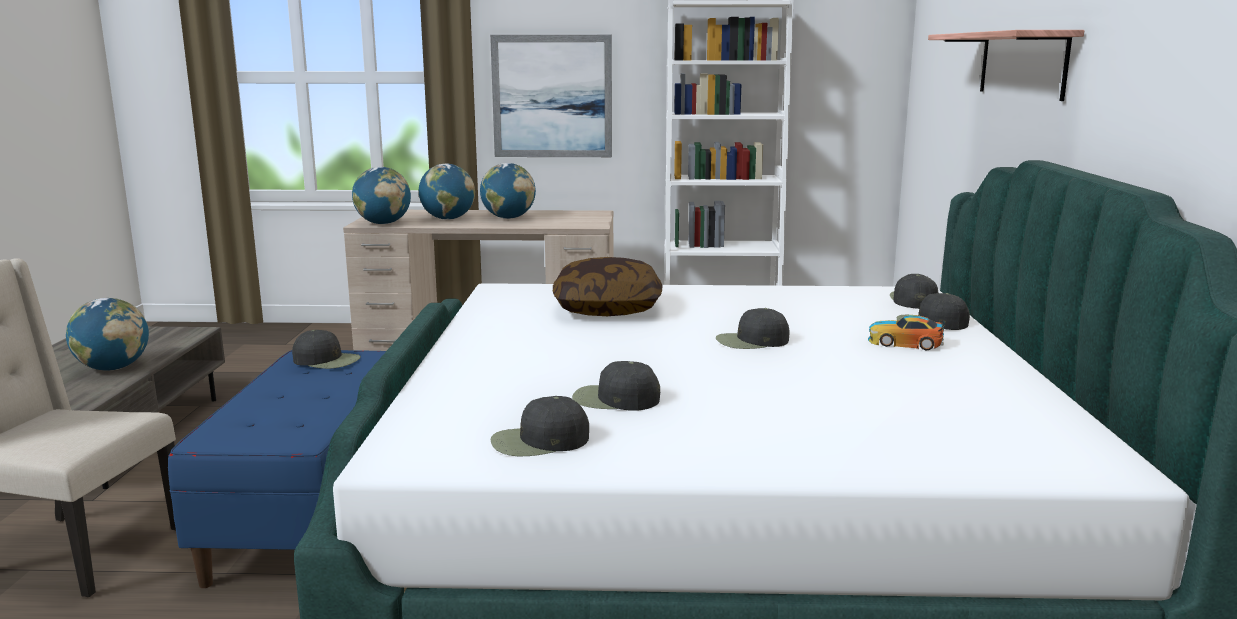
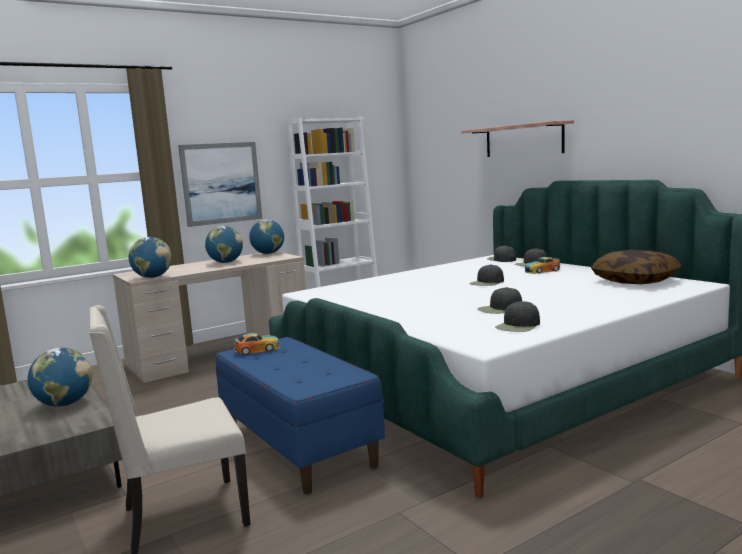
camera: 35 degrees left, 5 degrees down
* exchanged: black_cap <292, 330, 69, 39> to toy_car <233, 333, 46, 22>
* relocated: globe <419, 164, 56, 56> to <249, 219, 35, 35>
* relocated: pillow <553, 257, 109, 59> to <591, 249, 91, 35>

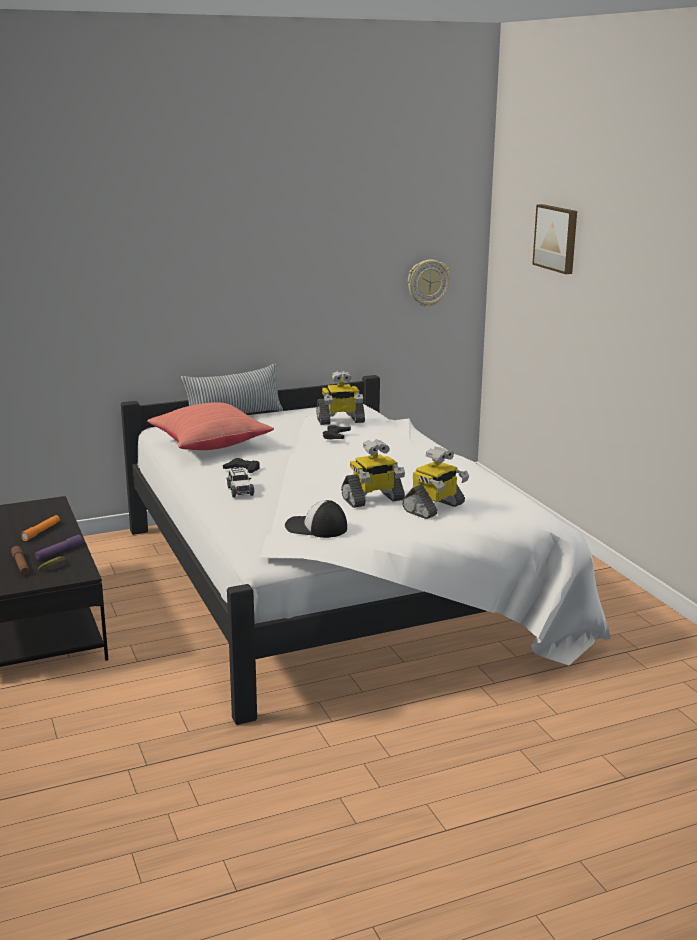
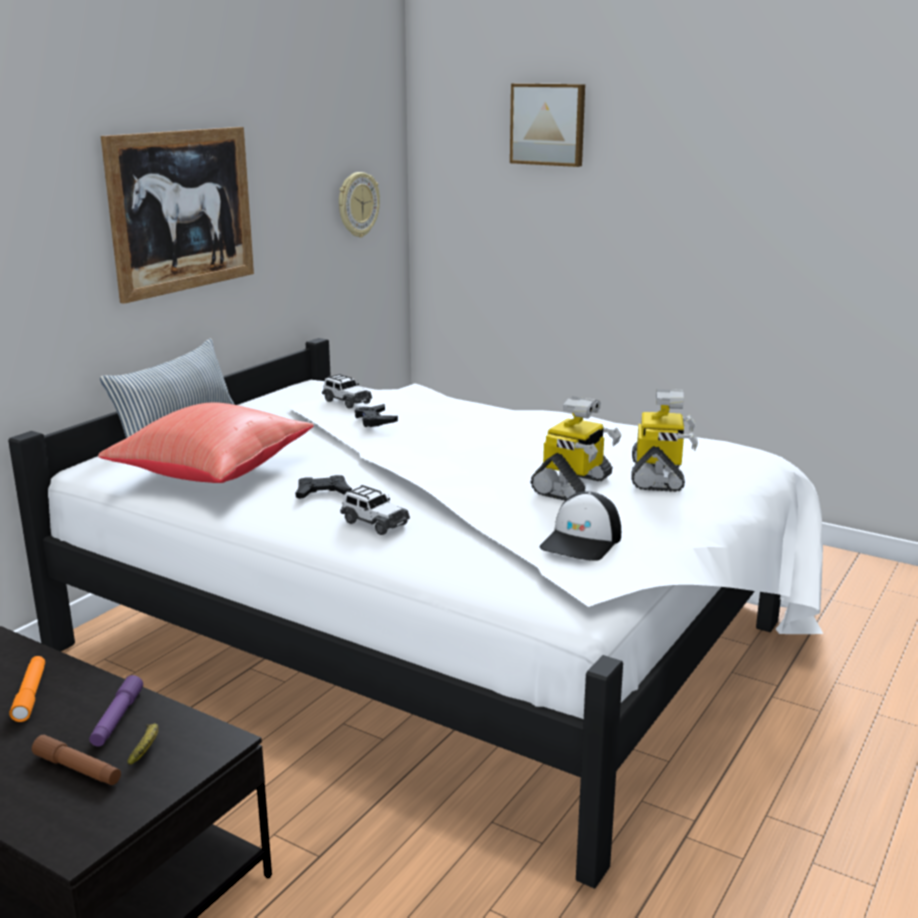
camera: 35 degrees left, 0 degrees up
* spun: cap <285, 500, 62, 38> = <539, 491, 82, 70> 45 degrees counterclockwise
* exchanged: toy_robot <316, 371, 49, 54> to toy_car <322, 374, 50, 35>
* appeared: picture <101, 127, 153, 177>

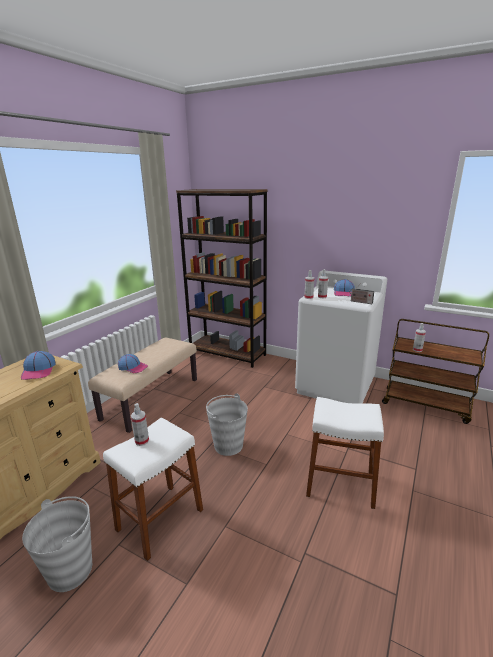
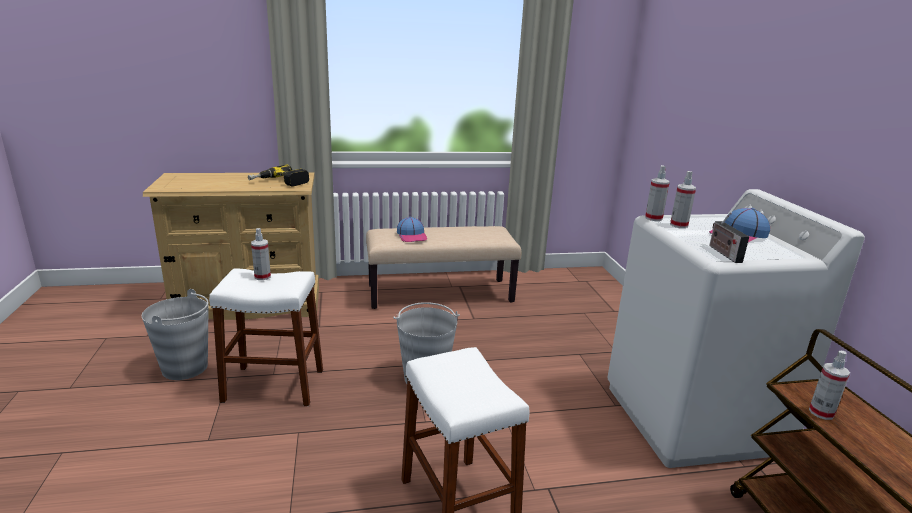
camera: 50 degrees right, 0 degrees up
* exchanged: cap <21, 351, 35, 29> to power_drill <248, 165, 61, 22>
* missing: brown_bookcase <176, 189, 92, 179>

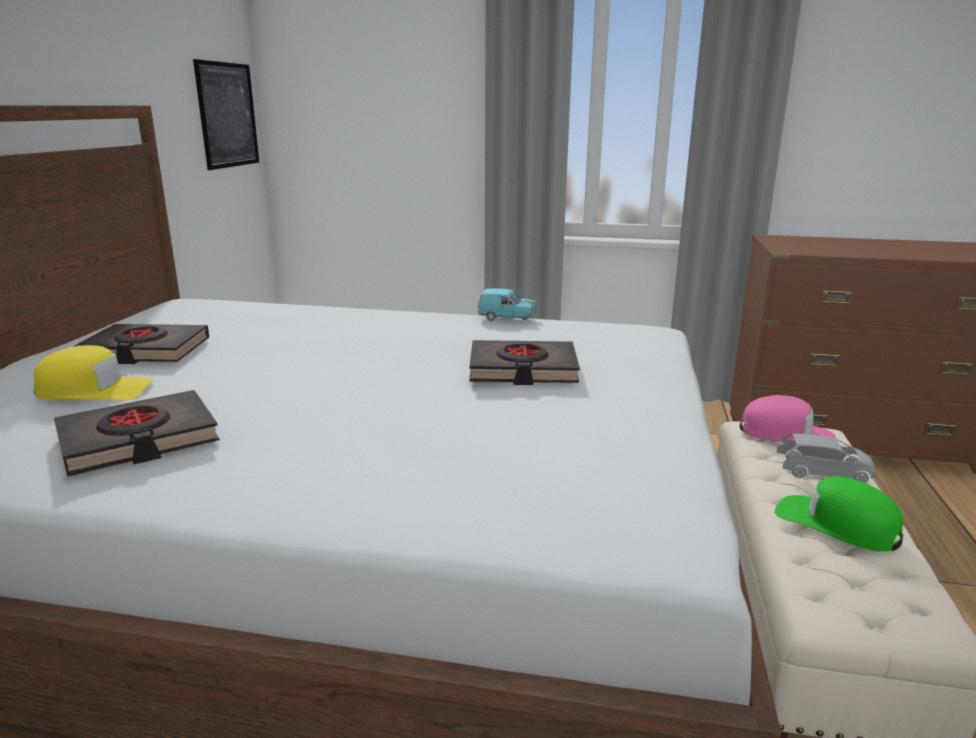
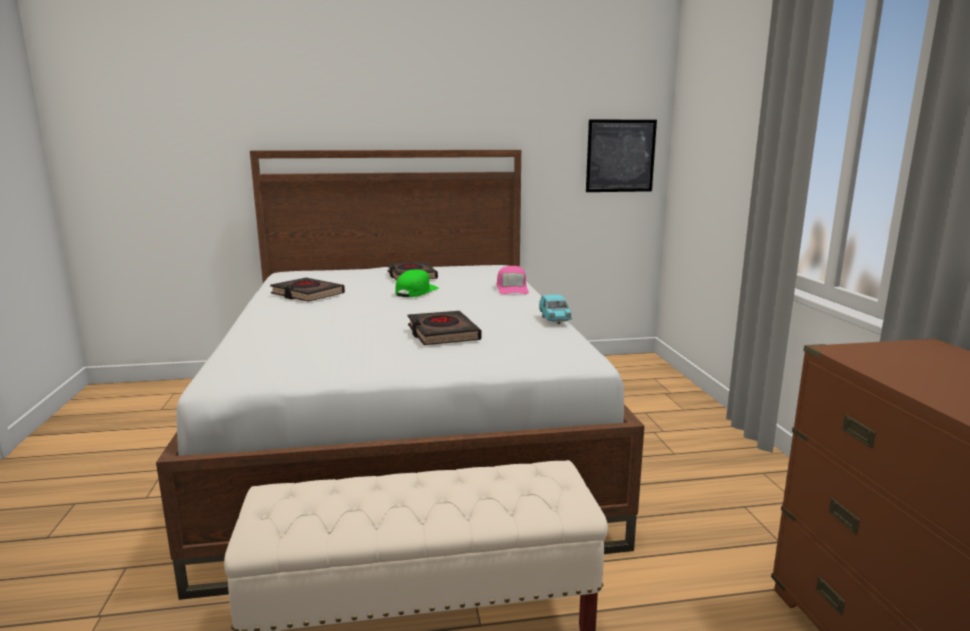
camera: 70 degrees right, 5 degrees down
* missing: yellow_cap <33, 345, 121, 55>
* relocated: pink_cap <739, 395, 97, 47> to <497, 266, 32, 28>
* relocated: green_cap <775, 476, 128, 76> to <395, 270, 44, 27>
* missing: grey_toy_car <777, 433, 98, 50>

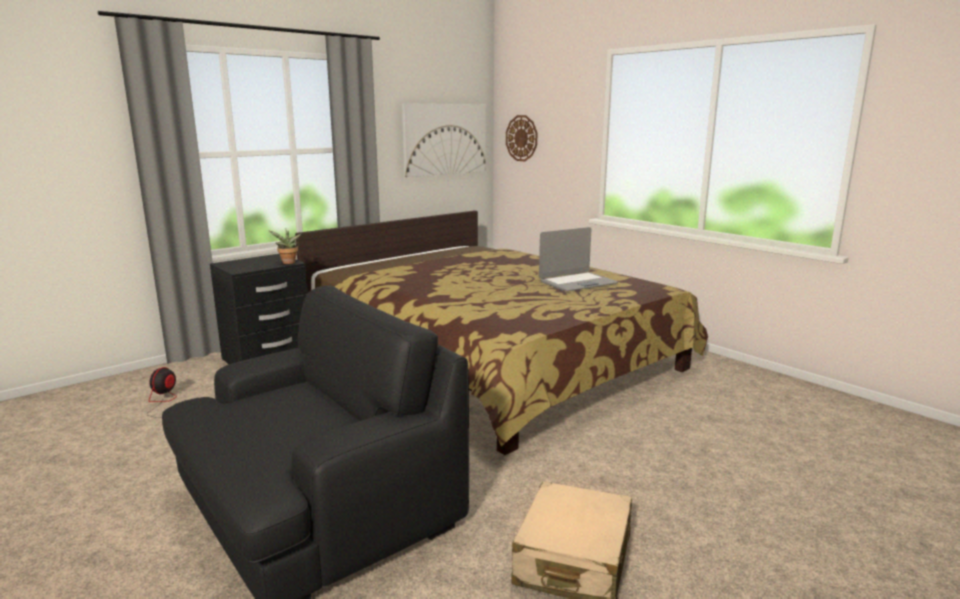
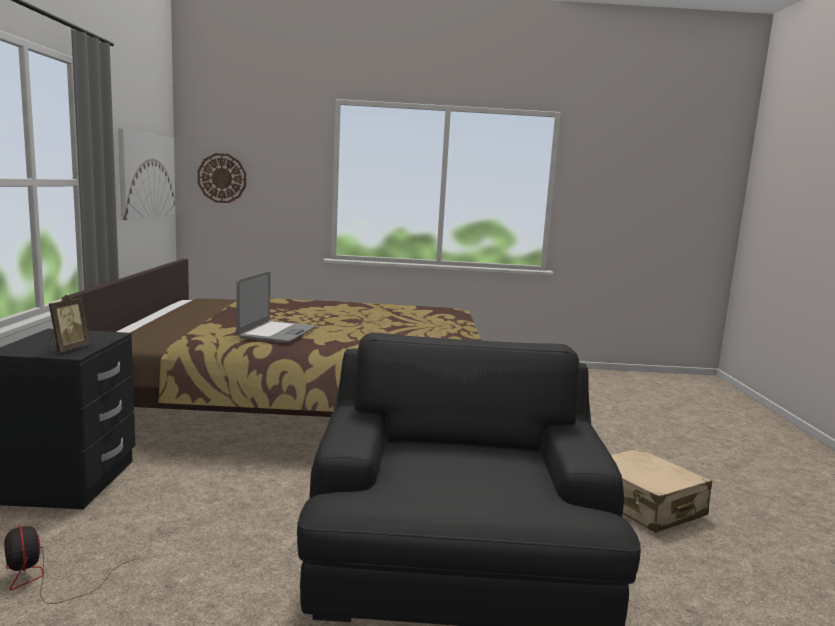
camera: 50 degrees left, 5 degrees down
* missing: potted_plant <269, 228, 32, 36>
* relocated: laptop <539, 227, 79, 64> to <236, 271, 80, 72>
* appeared: picture_frame <48, 295, 42, 58>

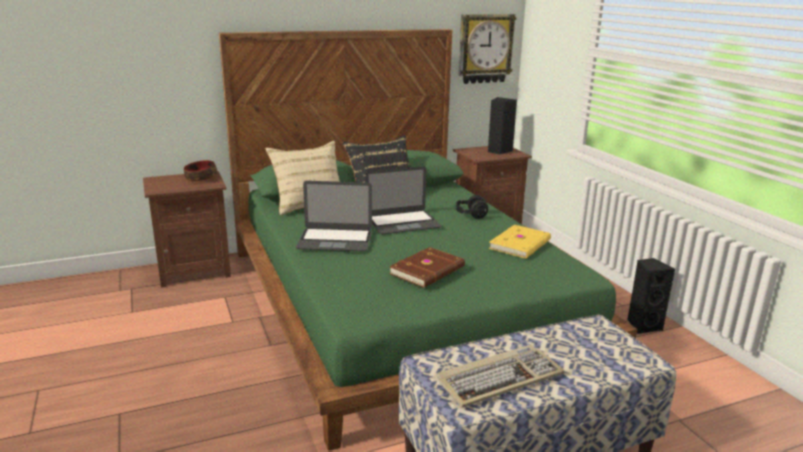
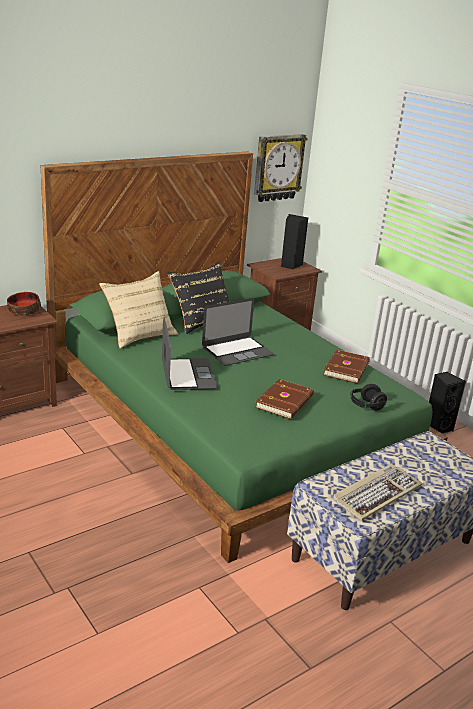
camera: 15 degrees left, 5 degrees up
* spun: laptop <296, 181, 76, 70> = <162, 318, 56, 72> 90 degrees counterclockwise
* relocated: black_headphones <455, 195, 33, 24> to <350, 384, 37, 27>
* colour: yellow_book <489, 225, 62, 34> to brown_book <323, 350, 47, 33>

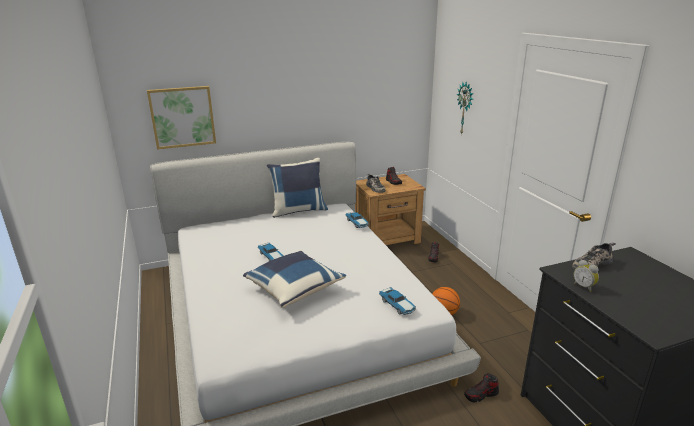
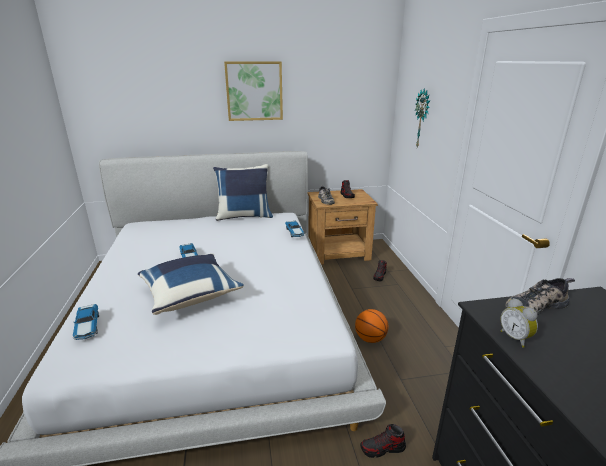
camera: 10 degrees right, 0 degrees up
* relocated: picture <147, 86, 69, 64> to <224, 61, 59, 60>
* relocated: toy_car <379, 287, 37, 28> to <73, 304, 26, 36>

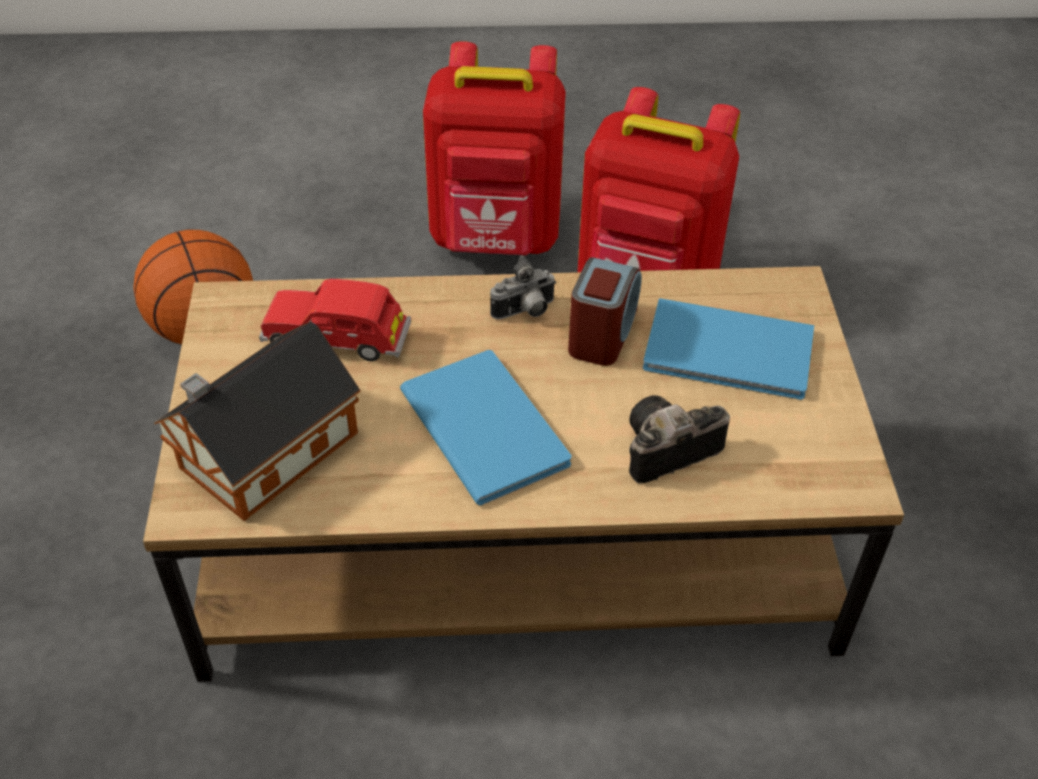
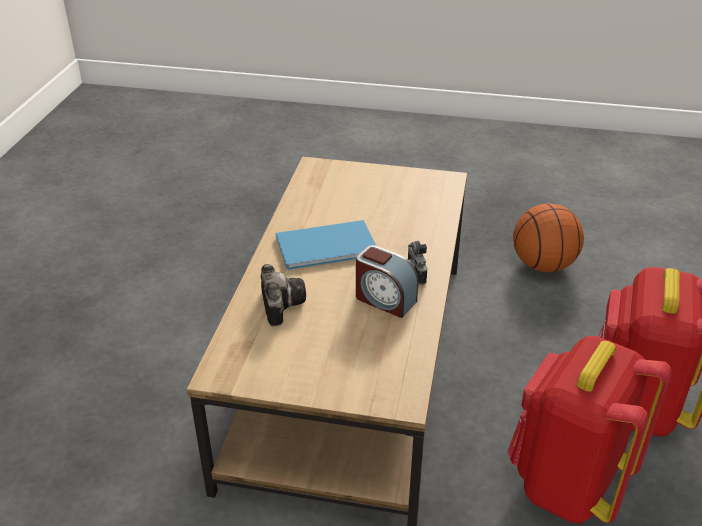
camera: 105 degrees right, 10 degrees down
* missing: toy_house <154, 321, 207, 200>
* missing: red_toy_car <259, 279, 152, 82>
* missing: blue_book <642, 298, 172, 102>

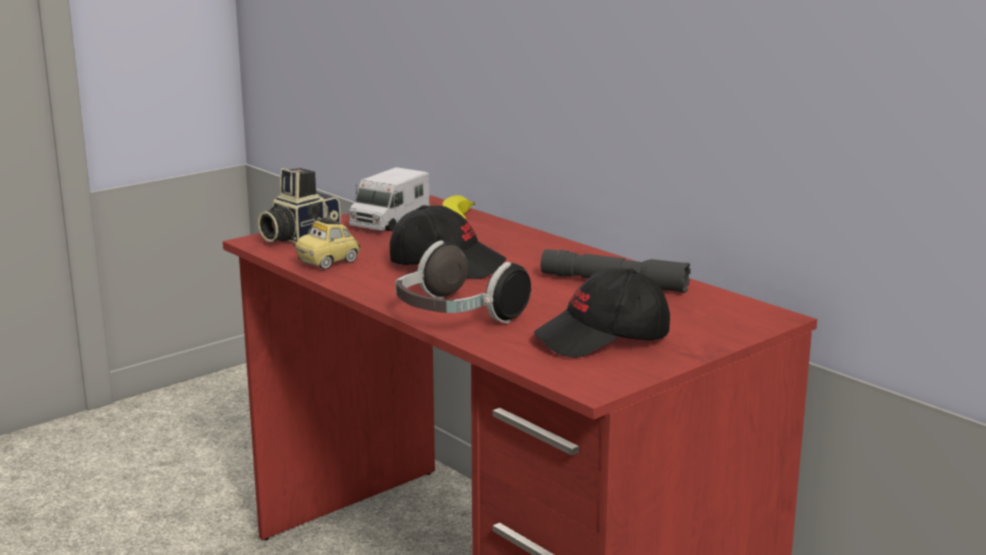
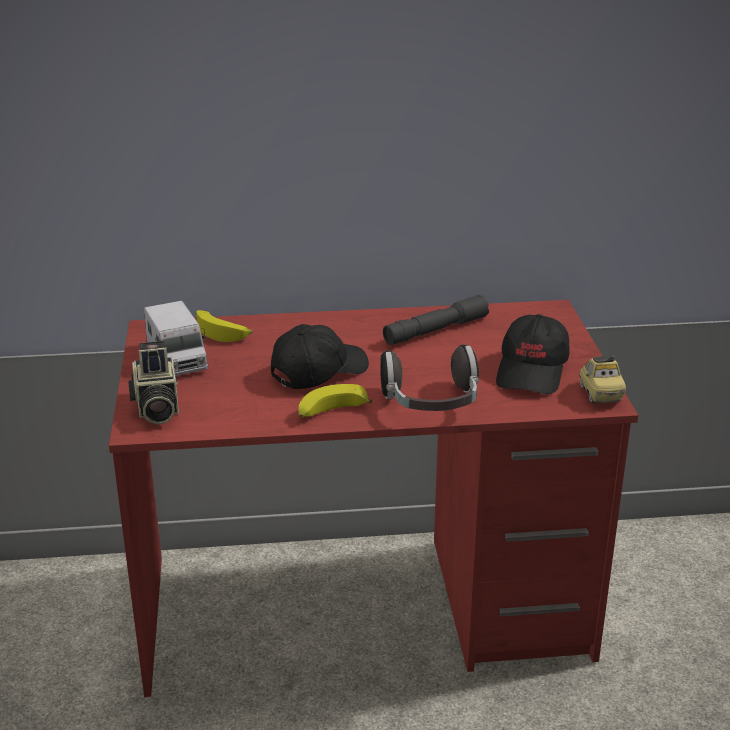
camera: 55 degrees left, 10 degrees up
* relocated: toy_car <295, 217, 66, 53> to <579, 355, 47, 48>
* appeared: banana <298, 384, 74, 34>

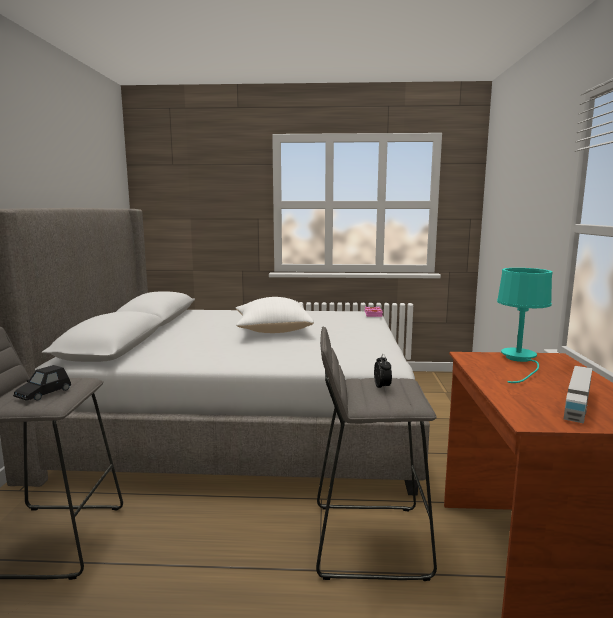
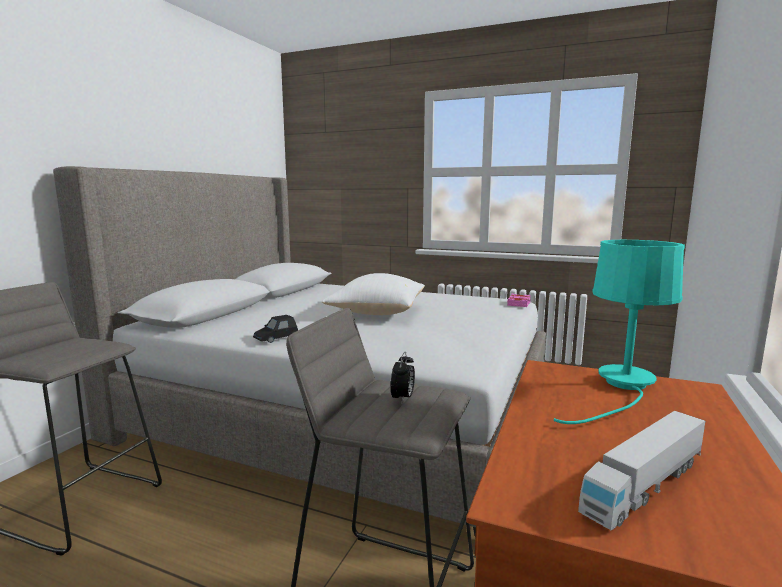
camera: 20 degrees right, 0 degrees up
* relocated: black_toy_car <13, 365, 58, 36> to <253, 315, 45, 28>

